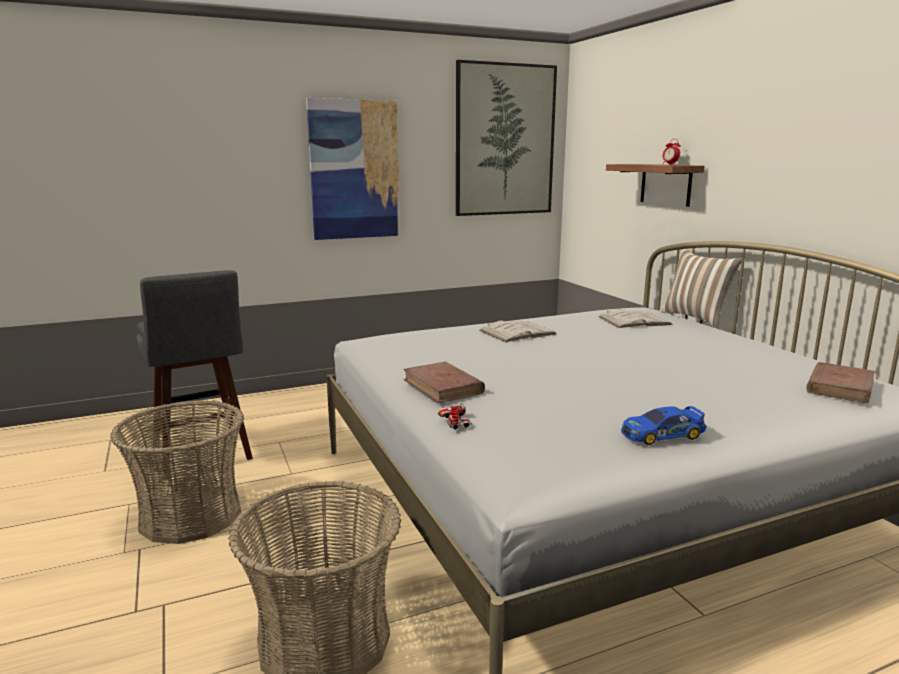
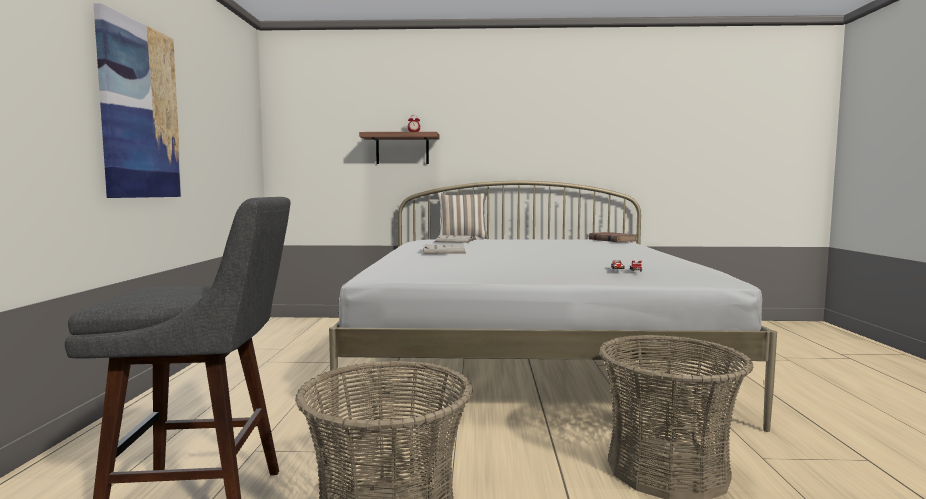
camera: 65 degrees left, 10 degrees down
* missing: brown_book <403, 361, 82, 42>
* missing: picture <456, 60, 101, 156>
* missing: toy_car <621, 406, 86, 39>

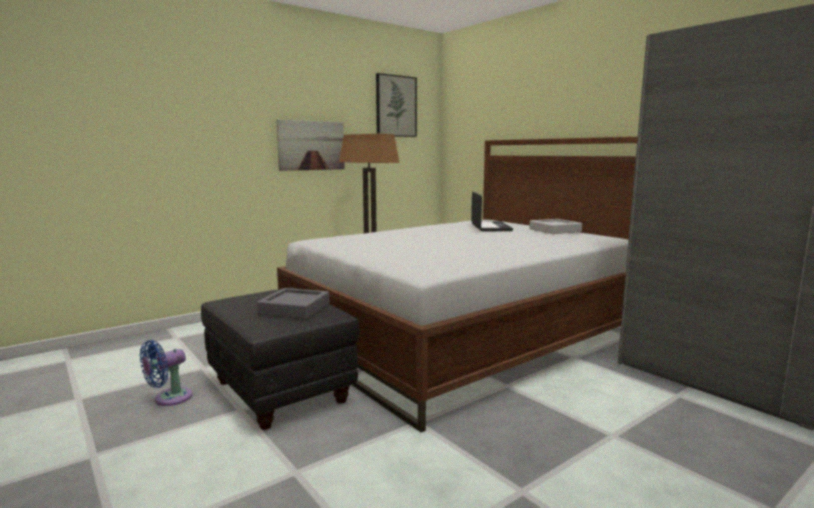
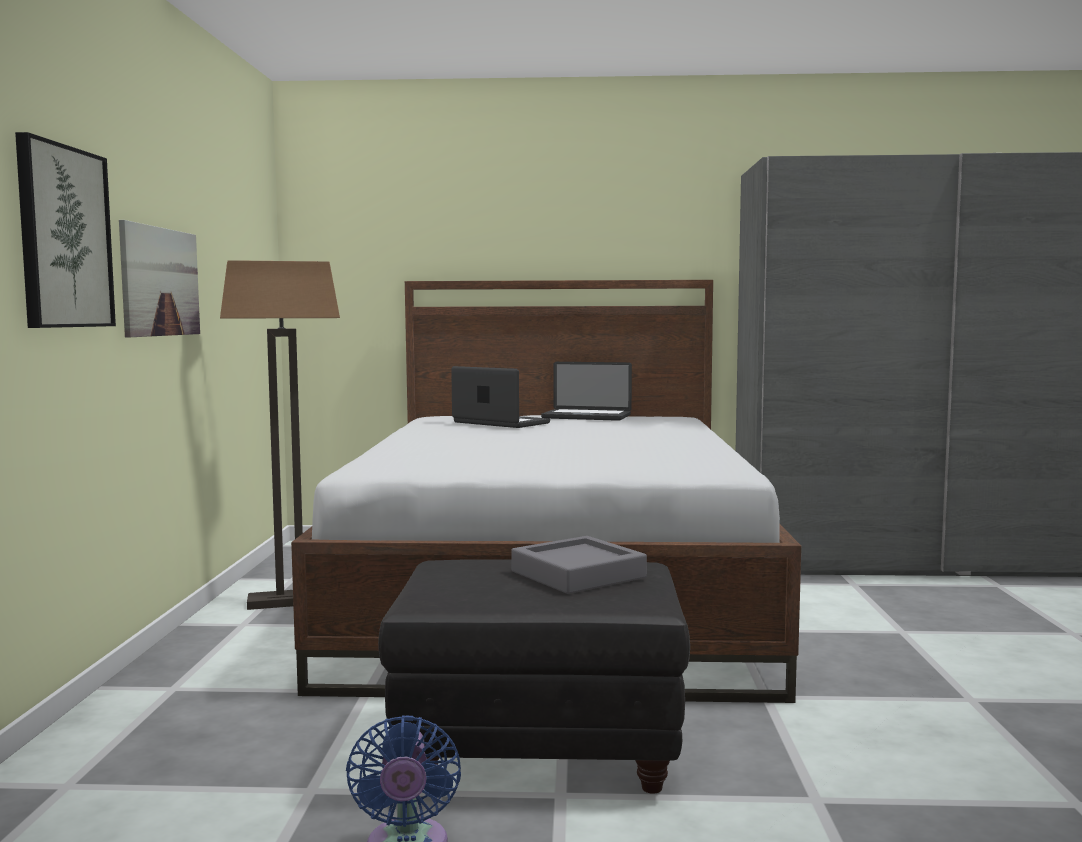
camera: 50 degrees left, 5 degrees down
* relocated: picture <376, 73, 41, 64> to <15, 132, 101, 196>
* exchanged: grey_tray <529, 219, 53, 15> to laptop <541, 362, 91, 59>

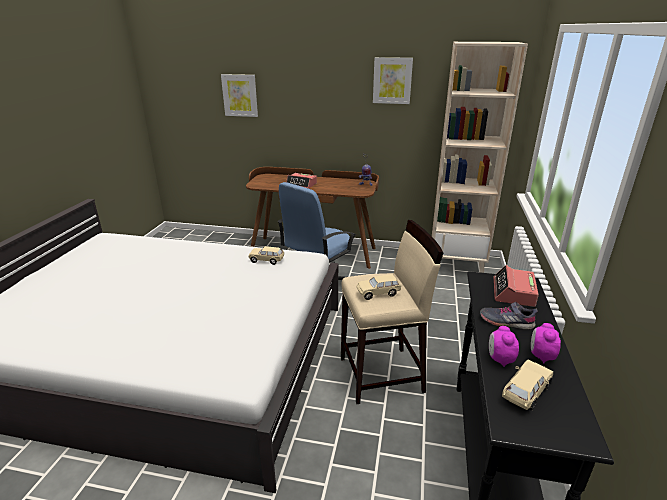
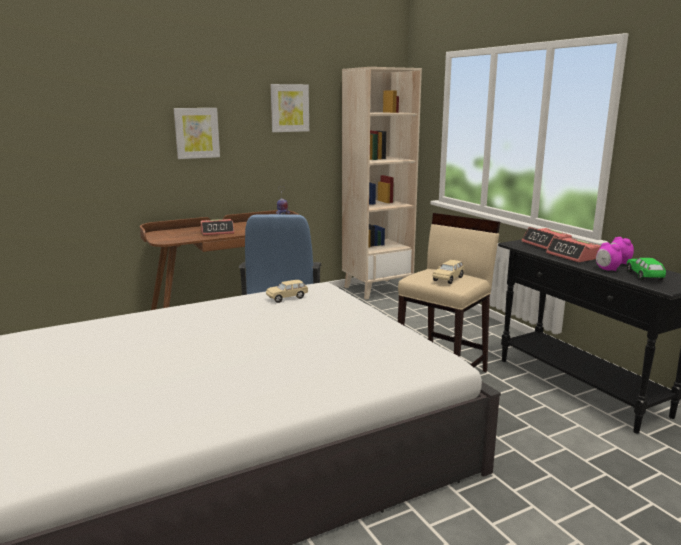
camera: 40 degrees left, 10 degrees down
* relocated: picture <221, 74, 37, 43> to <174, 108, 46, 51>
* exchanged: grey_shoe <480, 302, 58, 28> to alarm_clock <546, 237, 55, 25>
* colour: beige_toy_car <502, 360, 51, 51> to green_toy_car <627, 258, 39, 23>

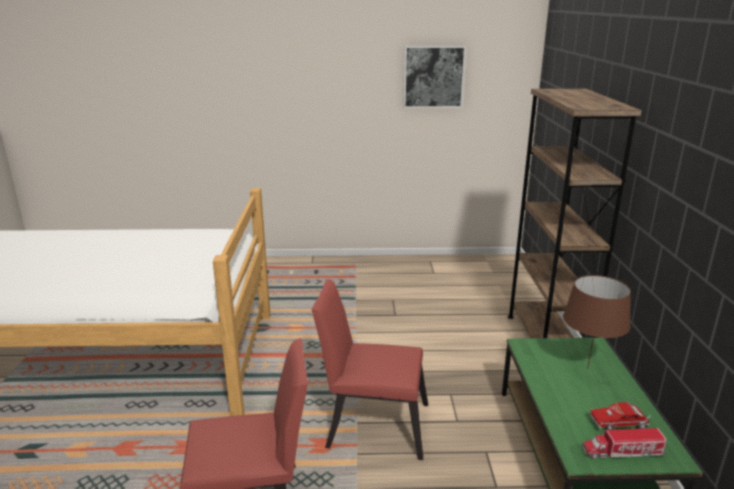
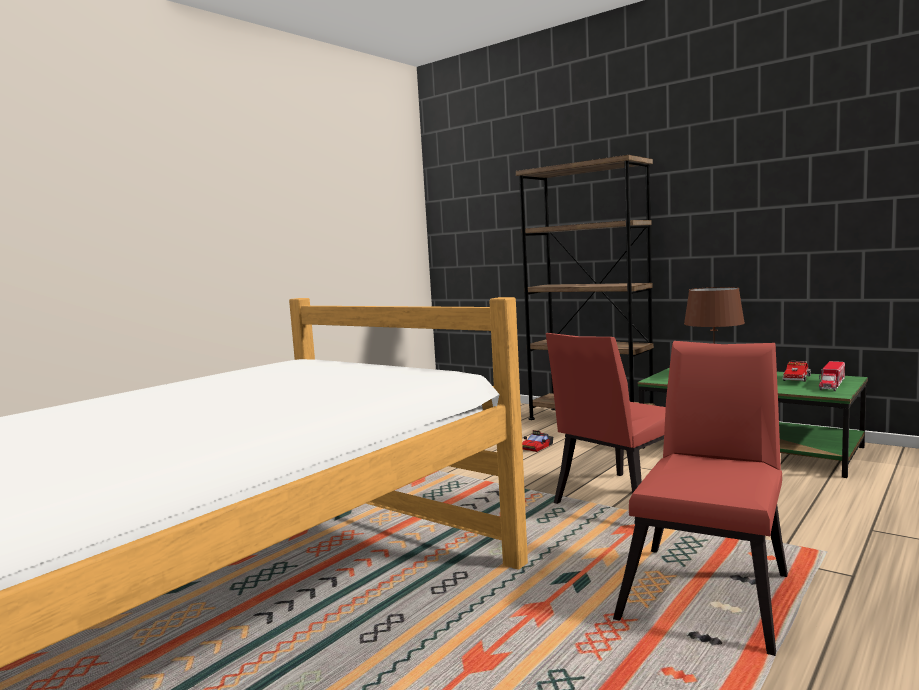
camera: 50 degrees left, 15 degrees down
* missing: picture <403, 45, 63, 63>
* appeared: toy_car <522, 430, 31, 22>

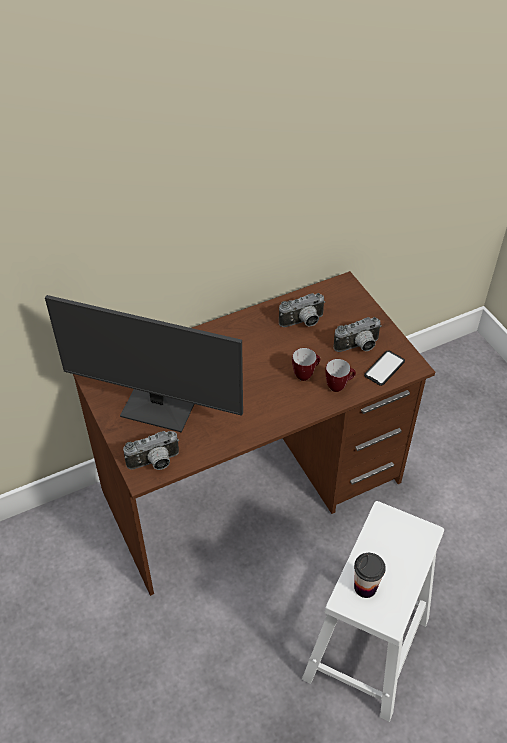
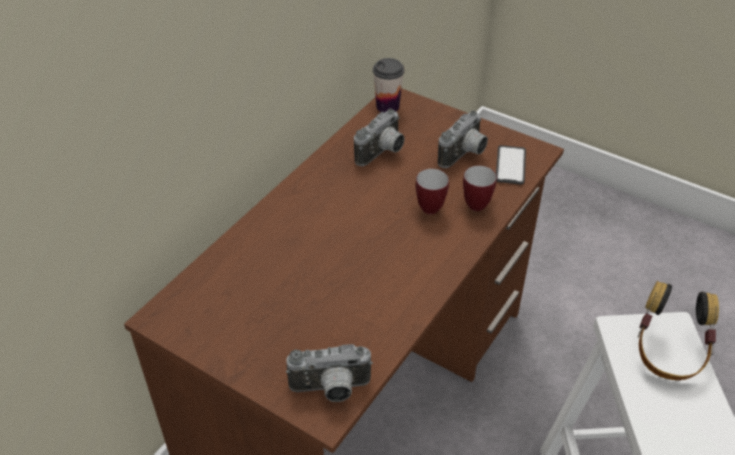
camera: 30 degrees left, 5 degrees down
* missing: monitor <45, 295, 198, 137>
* spun: photo_camera <123, 431, 56, 39> = <286, 344, 87, 58> 45 degrees clockwise
* relocated: cup <354, 553, 32, 45> to <373, 58, 31, 54>
* appeared: headphones <638, 281, 81, 99>

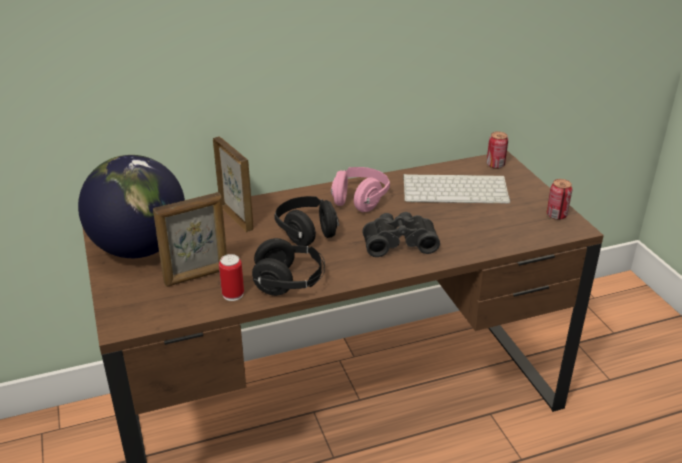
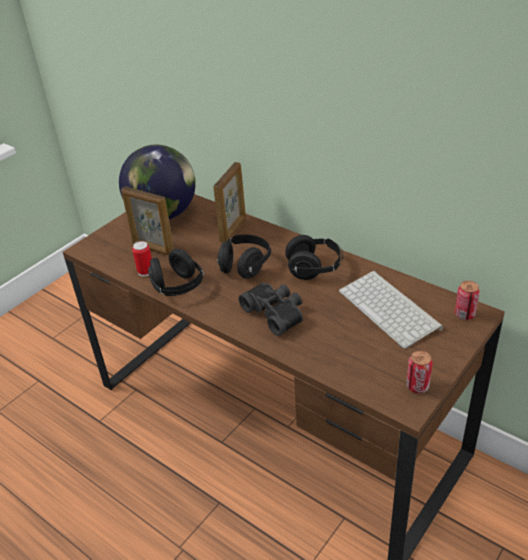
camera: 60 degrees right, 5 degrees up
* colour: pink_headphones <331, 167, 59, 45> to black_headphones <285, 235, 58, 45>

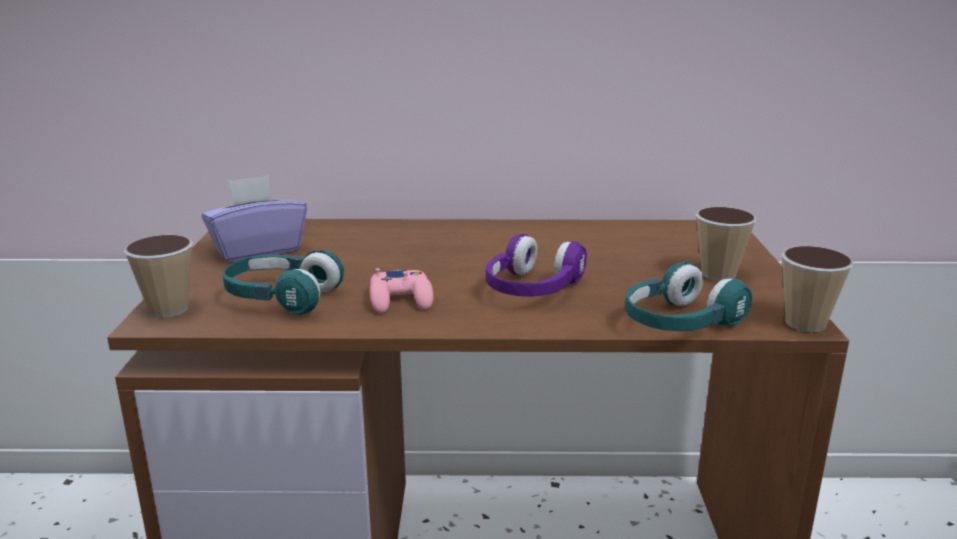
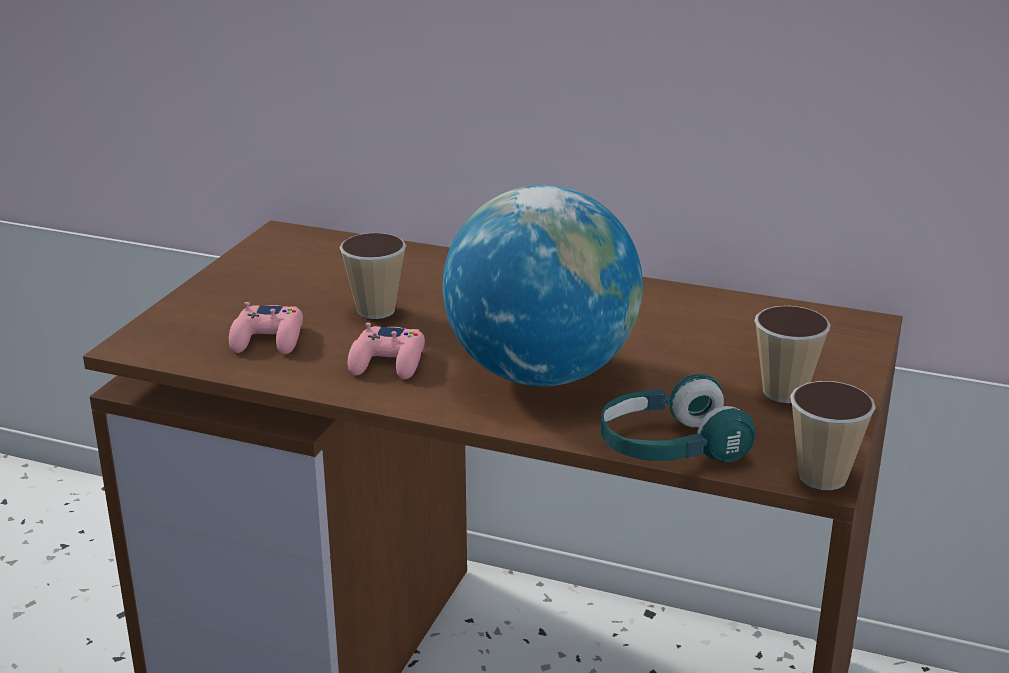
camera: 20 degrees right, 5 degrees up
* relocated: cup <124, 235, 69, 83> to <339, 233, 67, 86>
* missing: purple_tissue_box <202, 175, 105, 87>
* exchanged: turquoise_headphones <223, 250, 121, 64> to pink_game_controller <229, 302, 74, 52>
* exchanged: purple_headphones <486, 234, 101, 63> to globe <443, 185, 200, 201>

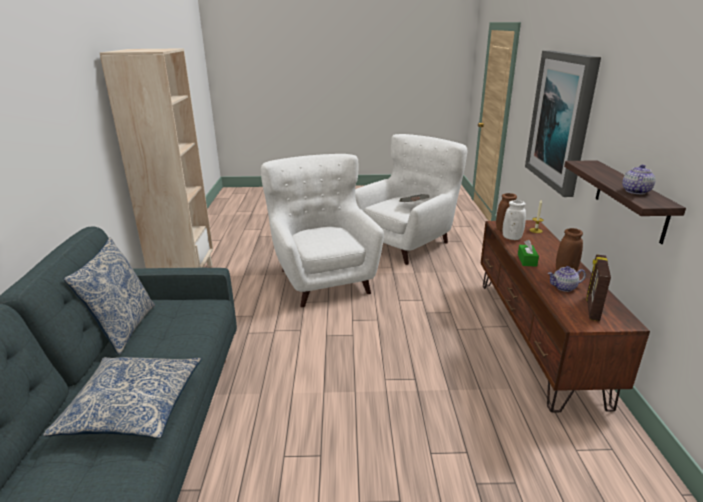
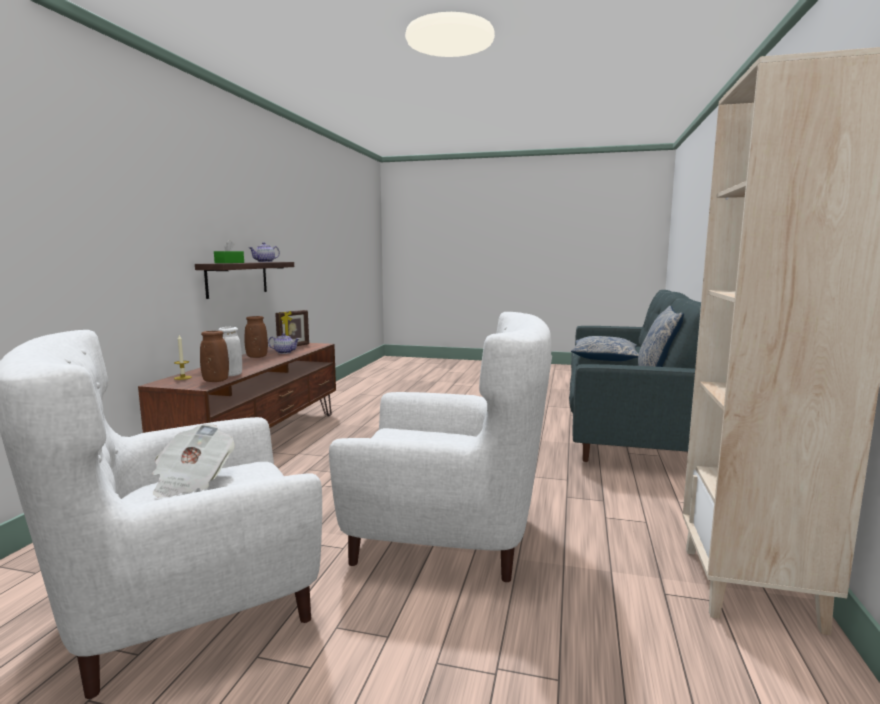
camera: 165 degrees left, 15 degrees down
* spun: white_armchair <261, 154, 123, 153> = <329, 312, 223, 270> 75 degrees counterclockwise
* relocated: green_tissue_box <518, 240, 21, 27> to <214, 240, 30, 23>
* missing: picture <525, 51, 76, 146>

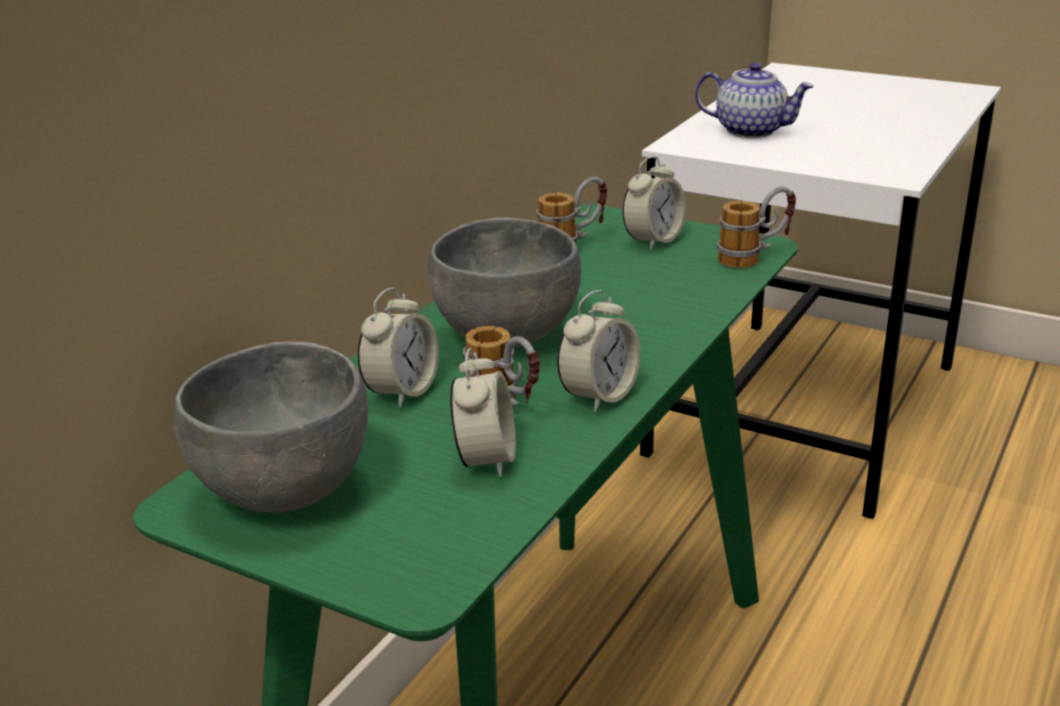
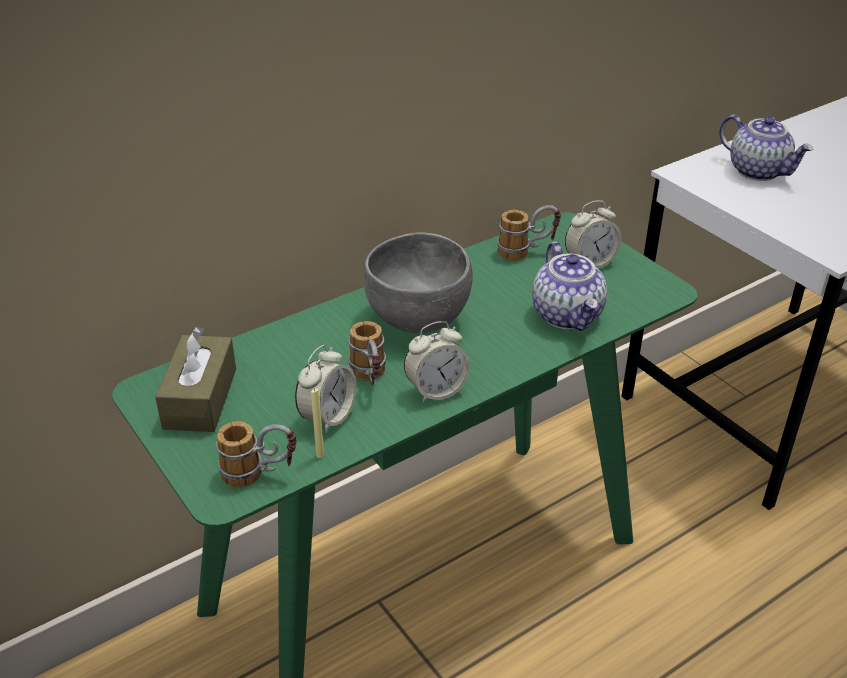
camera: 25 degrees right, 10 degrees up
* exchanged: grey_bowl <174, 342, 194, 170> to brown_tissue_box <155, 327, 81, 105>
* missing: alarm_clock <357, 287, 82, 121>
* relocated: mug <717, 187, 79, 81> to <216, 422, 81, 66>
* appeared: yellow_candle <311, 388, 13, 70>
* appeared: teapot <532, 242, 75, 89>

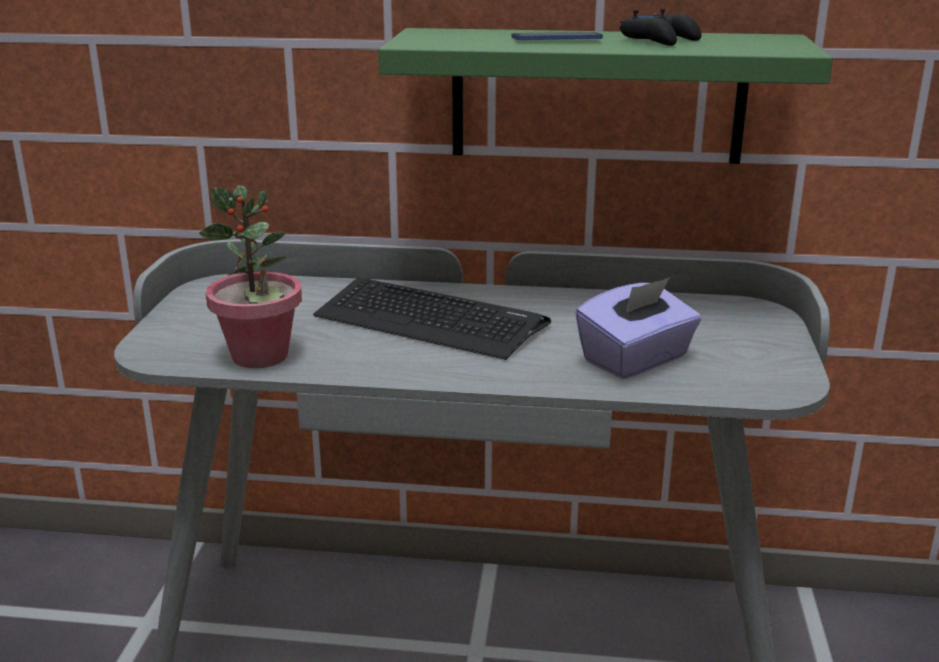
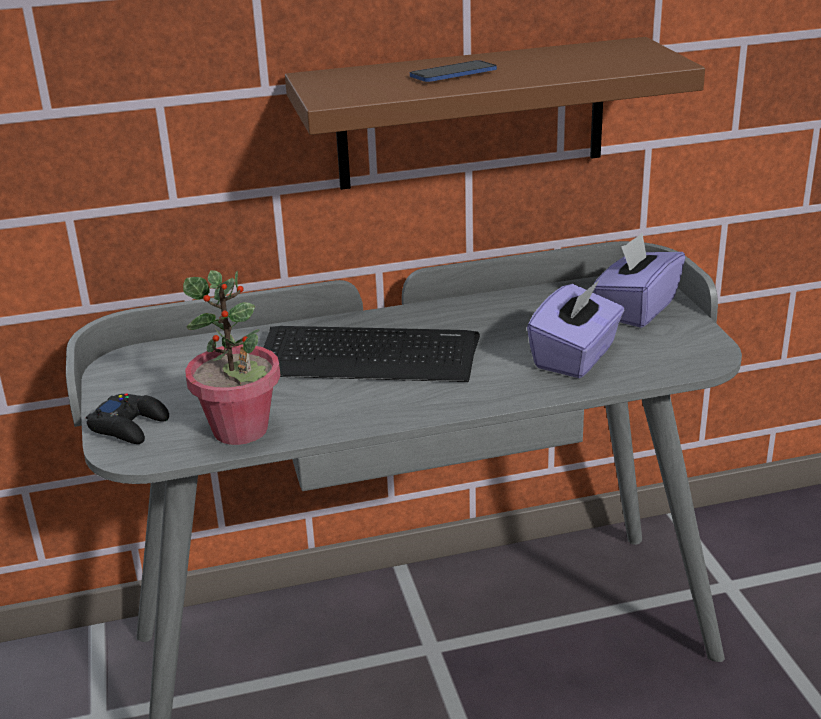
camera: 20 degrees left, 5 degrees up
* colour: green_shelf <378, 28, 455, 136> to brown_shelf <285, 37, 420, 153>
* relocated: black_game_controller <620, 9, 82, 37> to <86, 393, 83, 51>
* appeared: purple_tissue_box <593, 233, 92, 95>

